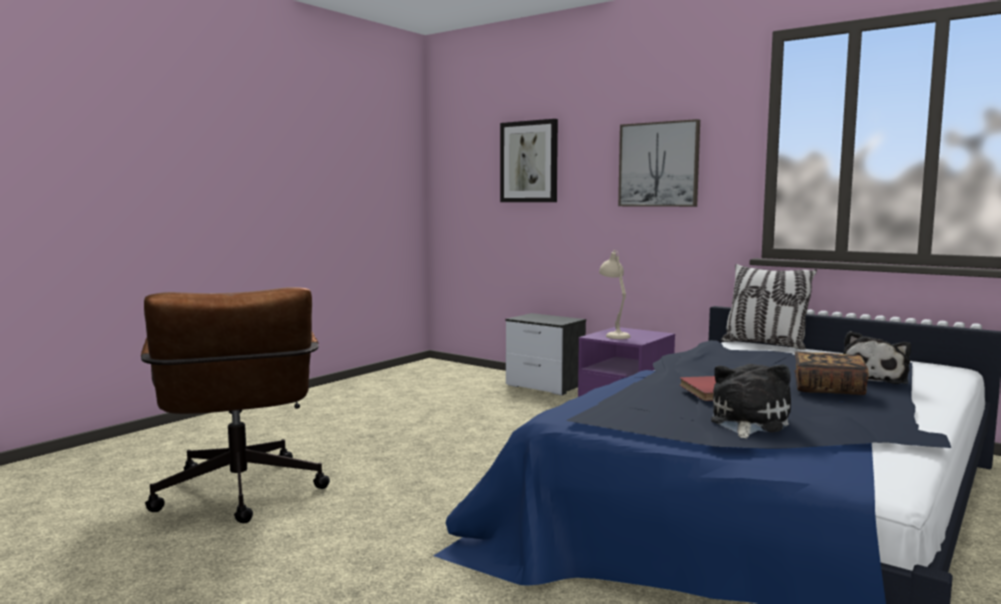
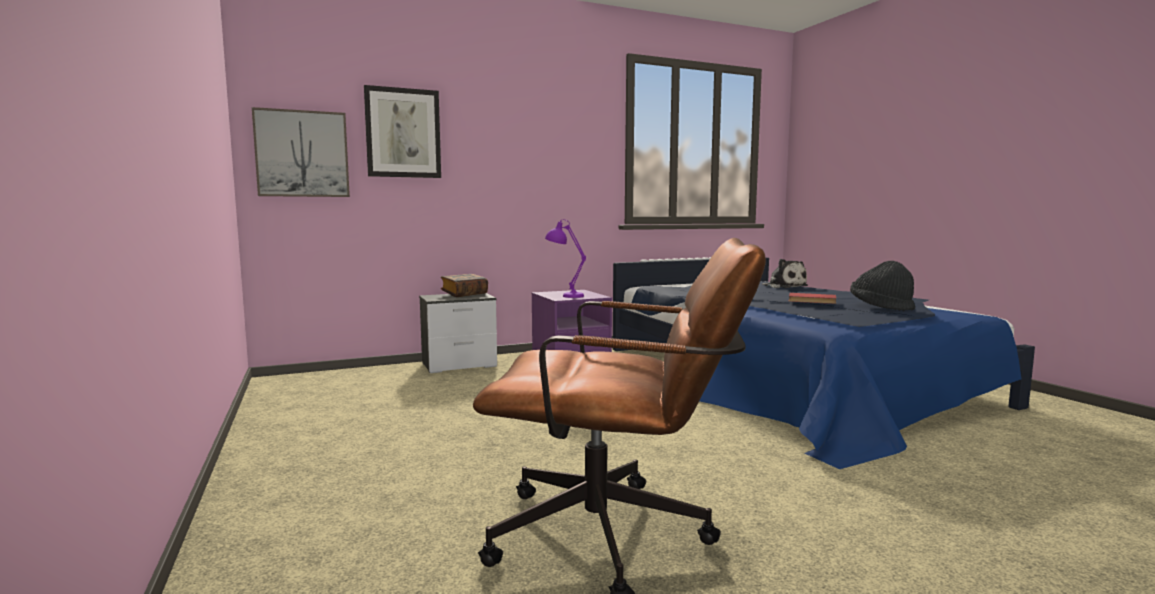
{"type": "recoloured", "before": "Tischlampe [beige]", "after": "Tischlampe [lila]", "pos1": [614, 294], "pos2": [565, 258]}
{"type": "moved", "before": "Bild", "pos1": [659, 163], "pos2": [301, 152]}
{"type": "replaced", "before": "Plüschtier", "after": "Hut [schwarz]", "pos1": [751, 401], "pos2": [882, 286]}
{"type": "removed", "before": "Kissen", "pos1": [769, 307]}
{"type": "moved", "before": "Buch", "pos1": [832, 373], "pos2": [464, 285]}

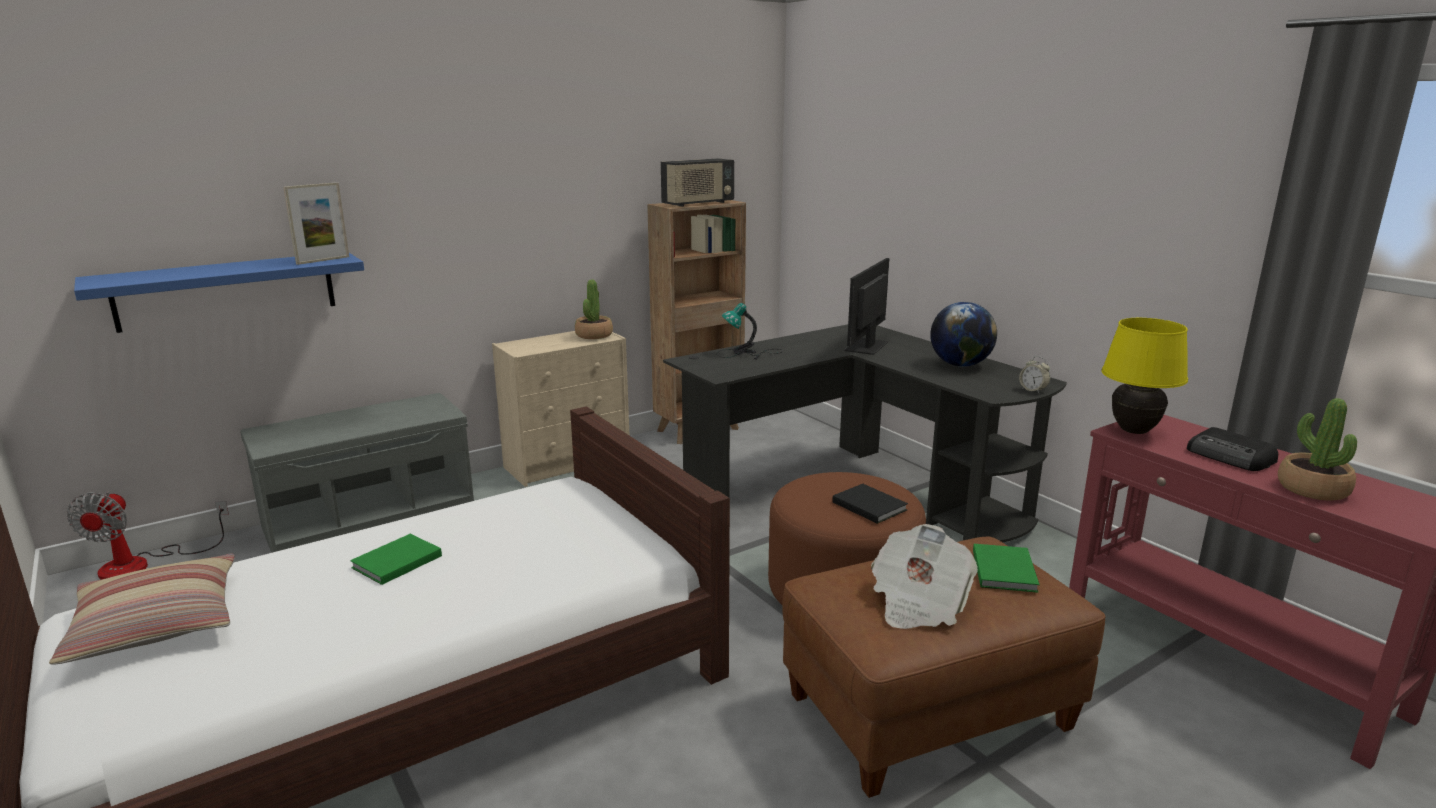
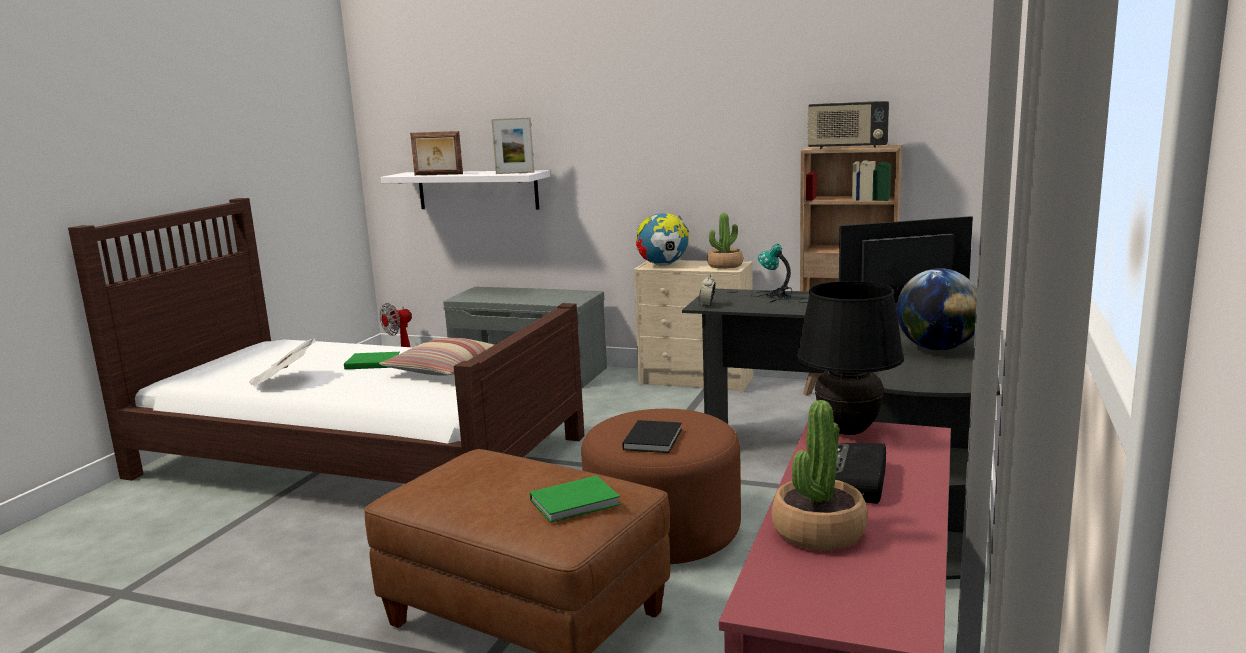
{"type": "moved", "before": "Kissen", "pos1": [142, 609], "pos2": [436, 357]}
{"type": "recoloured", "before": "Wandregal [blau]", "after": "Wandregal [weiß]", "pos1": [219, 293], "pos2": [465, 190]}
{"type": "moved", "before": "Zeitung", "pos1": [924, 576], "pos2": [282, 363]}
{"type": "moved", "before": "Wecker", "pos1": [1034, 374], "pos2": [706, 290]}
{"type": "recoloured", "before": "Tischlampe [gelb]", "after": "Tischlampe [schwarz]", "pos1": [1145, 376], "pos2": [850, 358]}
{"type": "added", "after": "Bilderrahmen", "pos2": [436, 153]}
{"type": "added", "after": "Globus", "pos2": [662, 239]}

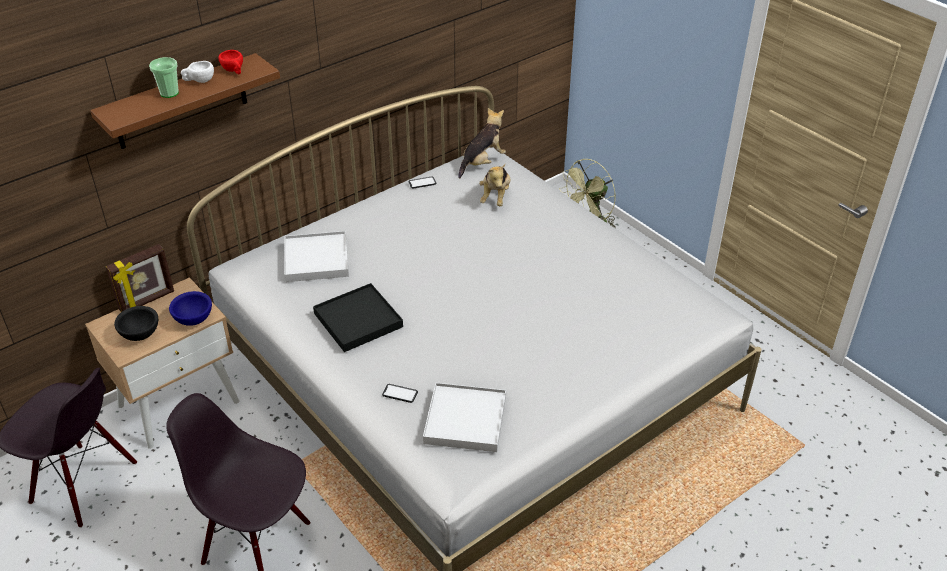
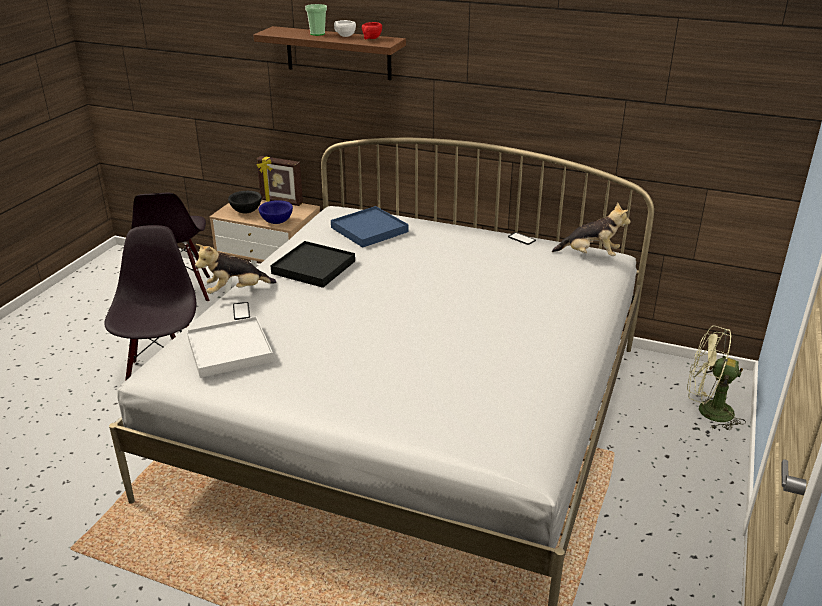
{"type": "recoloured", "before": "Tablett [weiß]", "after": "Tablett [blau]", "pos1": [317, 256], "pos2": [369, 227]}
{"type": "moved", "before": "Plüschtier", "pos1": [494, 185], "pos2": [236, 269]}

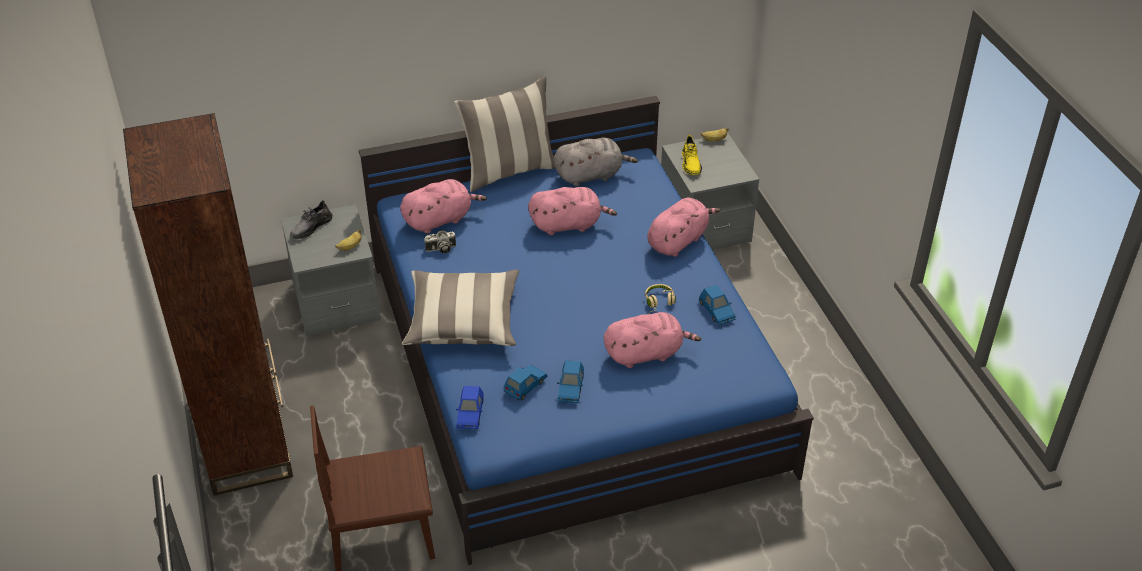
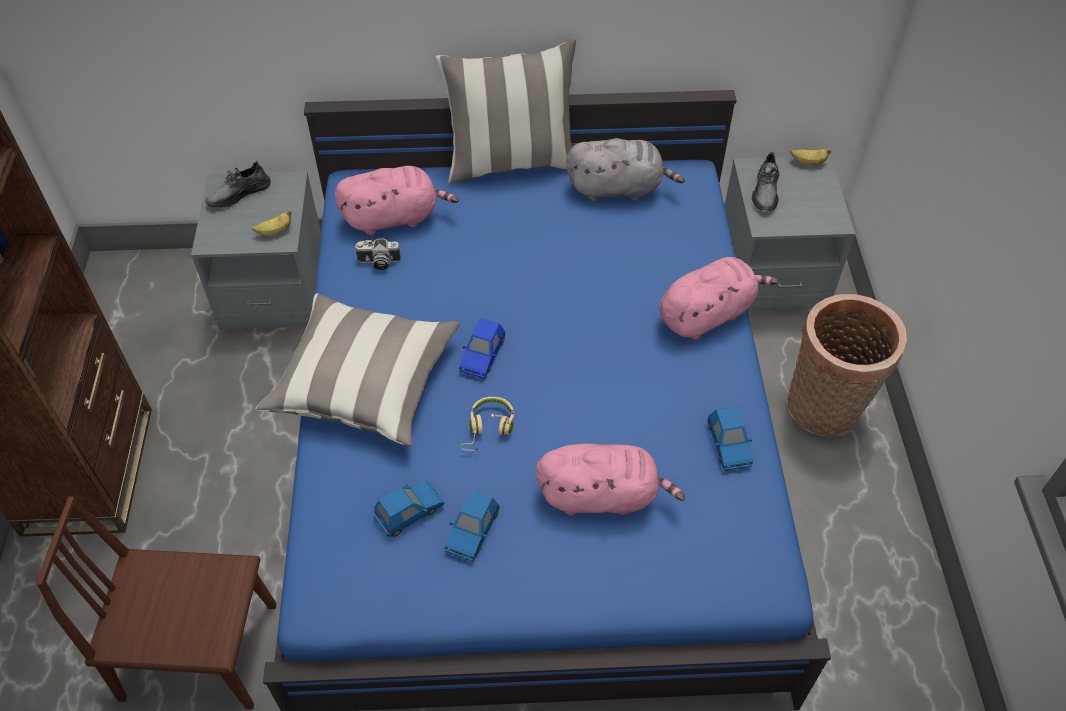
{"type": "moved", "before": "Spielzeugauto [blau]", "pos1": [470, 407], "pos2": [482, 348]}
{"type": "removed", "before": "Plüschtier [rosa]", "pos1": [572, 211]}
{"type": "moved", "before": "Kopfhörer [beige]", "pos1": [660, 298], "pos2": [487, 424]}
{"type": "recoloured", "before": "Schuh [gelb]", "after": "Schuh [grau]", "pos1": [692, 155], "pos2": [765, 182]}
{"type": "added", "after": "Korb", "pos2": [847, 365]}

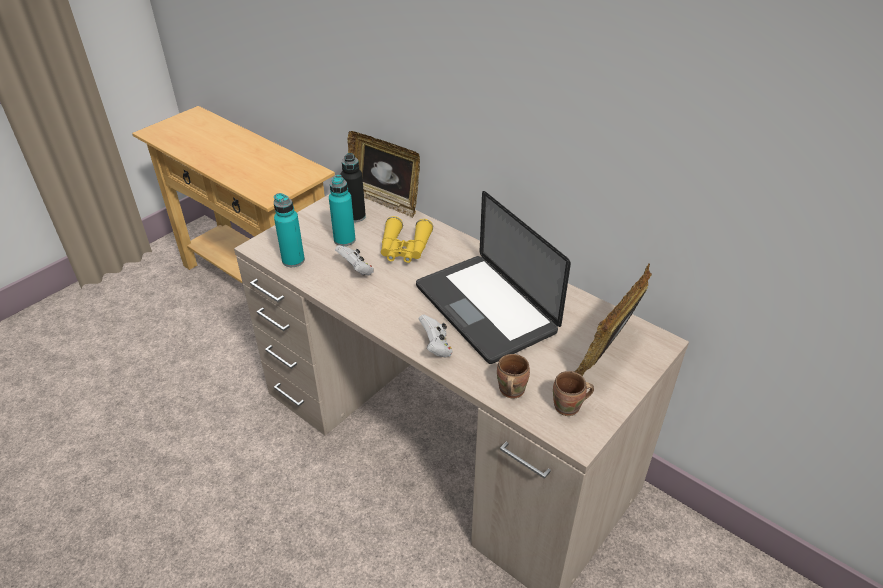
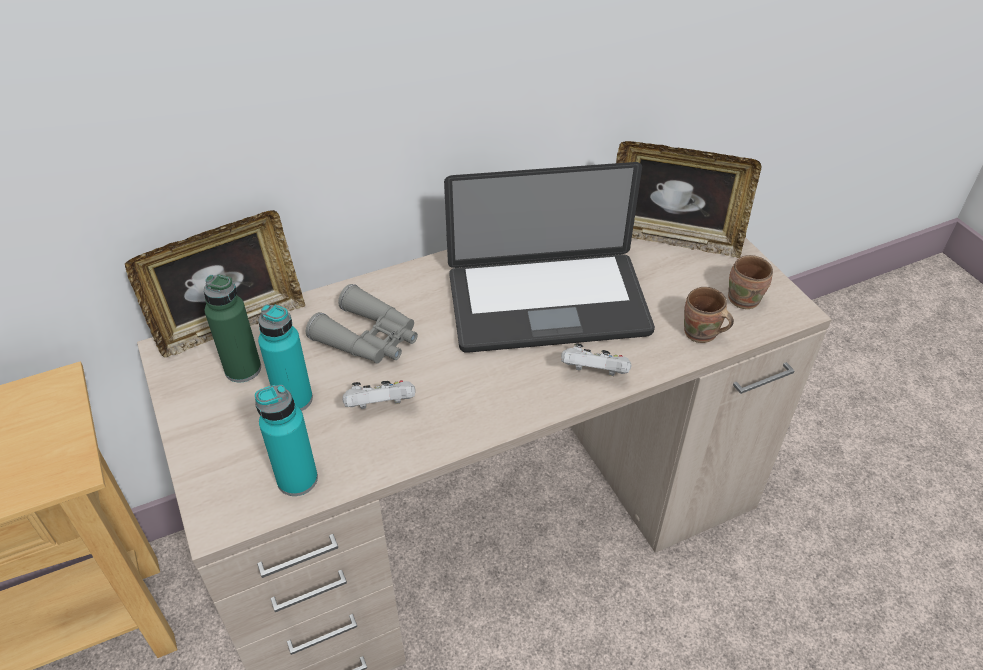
{"type": "recoloured", "before": "Flasche [schwarz]", "after": "Flasche [grün]", "pos1": [353, 188], "pos2": [232, 328]}
{"type": "recoloured", "before": "Fernglas [gelb]", "after": "Fernglas [grau]", "pos1": [407, 239], "pos2": [362, 323]}
{"type": "turned", "before": "Bilderrahmen", "pos1": [613, 319], "pos2": [688, 199], "turn": -45}

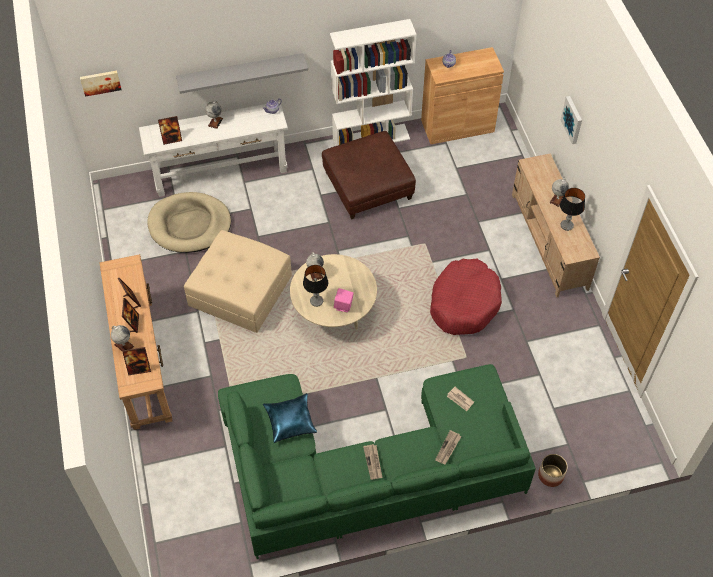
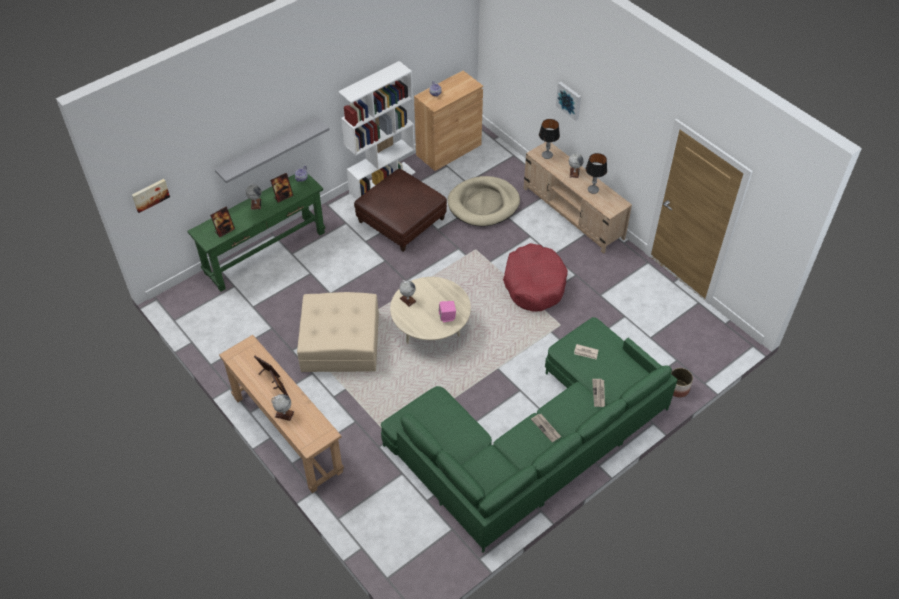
{"type": "moved", "before": "Bilderrahmen", "pos1": [136, 361], "pos2": [281, 188]}
{"type": "recoloured", "before": "Konsolentisch [weiß]", "after": "Konsolentisch [grün]", "pos1": [213, 149], "pos2": [256, 233]}
{"type": "moved", "before": "Hundebett [beige]", "pos1": [189, 222], "pos2": [484, 201]}
{"type": "removed", "before": "Kissen [blau]", "pos1": [290, 418]}
{"type": "moved", "before": "Tischlampe", "pos1": [315, 286], "pos2": [549, 139]}

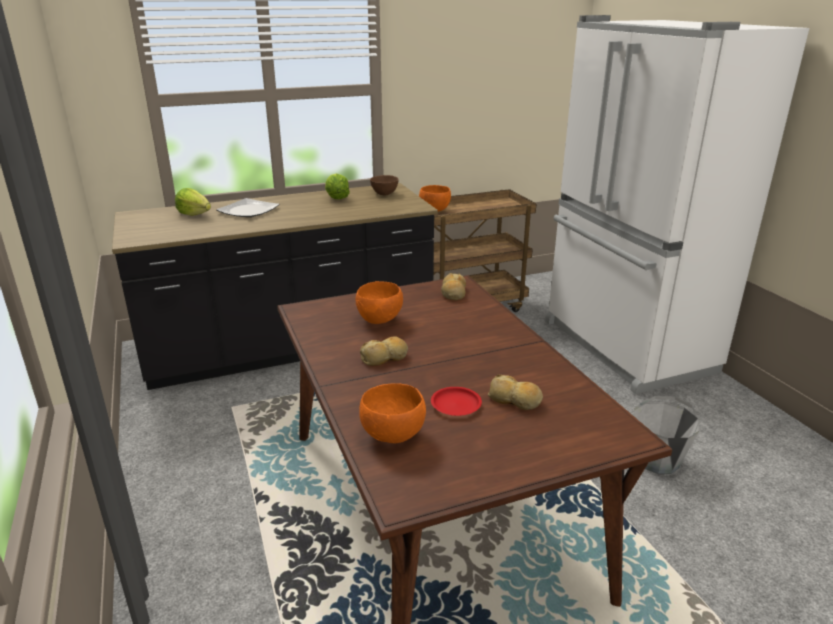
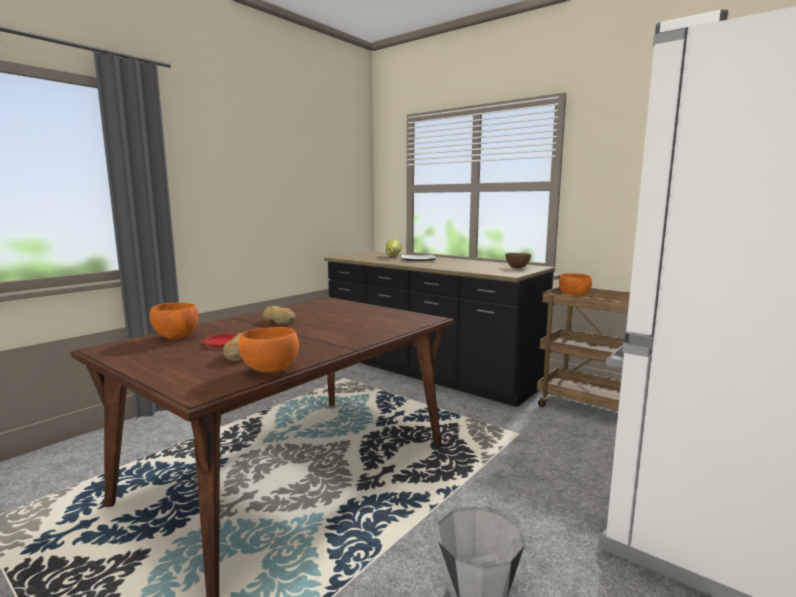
{"type": "removed", "before": "Salatkopf", "pos1": [337, 186]}
{"type": "moved", "before": "Schüssel [orange]", "pos1": [379, 302], "pos2": [269, 350]}
{"type": "removed", "before": "Brot", "pos1": [453, 286]}

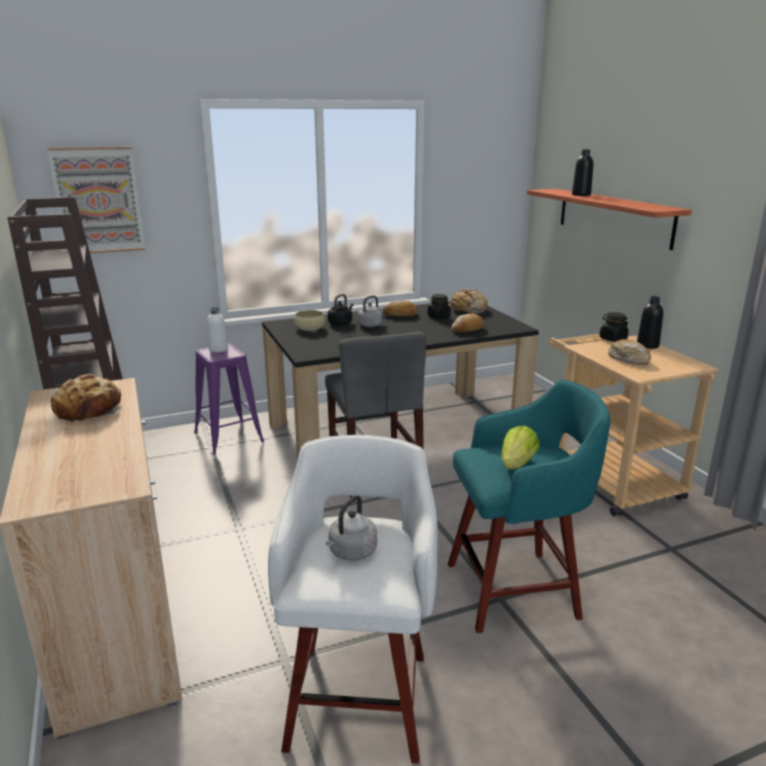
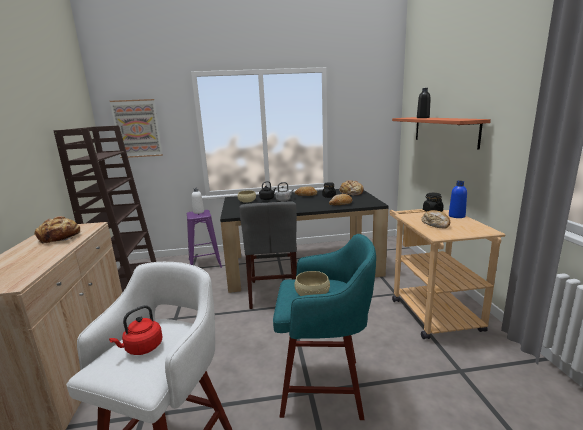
{"type": "recoloured", "before": "Wasserkessel [grau]", "after": "Wasserkessel [rot]", "pos1": [351, 528], "pos2": [135, 330]}
{"type": "replaced", "before": "Salatkopf", "after": "Schüssel [beige]", "pos1": [520, 447], "pos2": [312, 283]}
{"type": "recoloured", "before": "Flasche [schwarz]", "after": "Flasche [blau]", "pos1": [650, 322], "pos2": [458, 199]}

